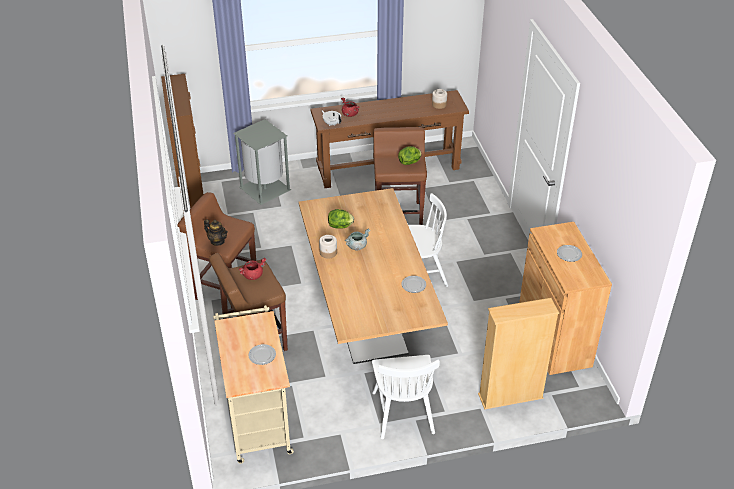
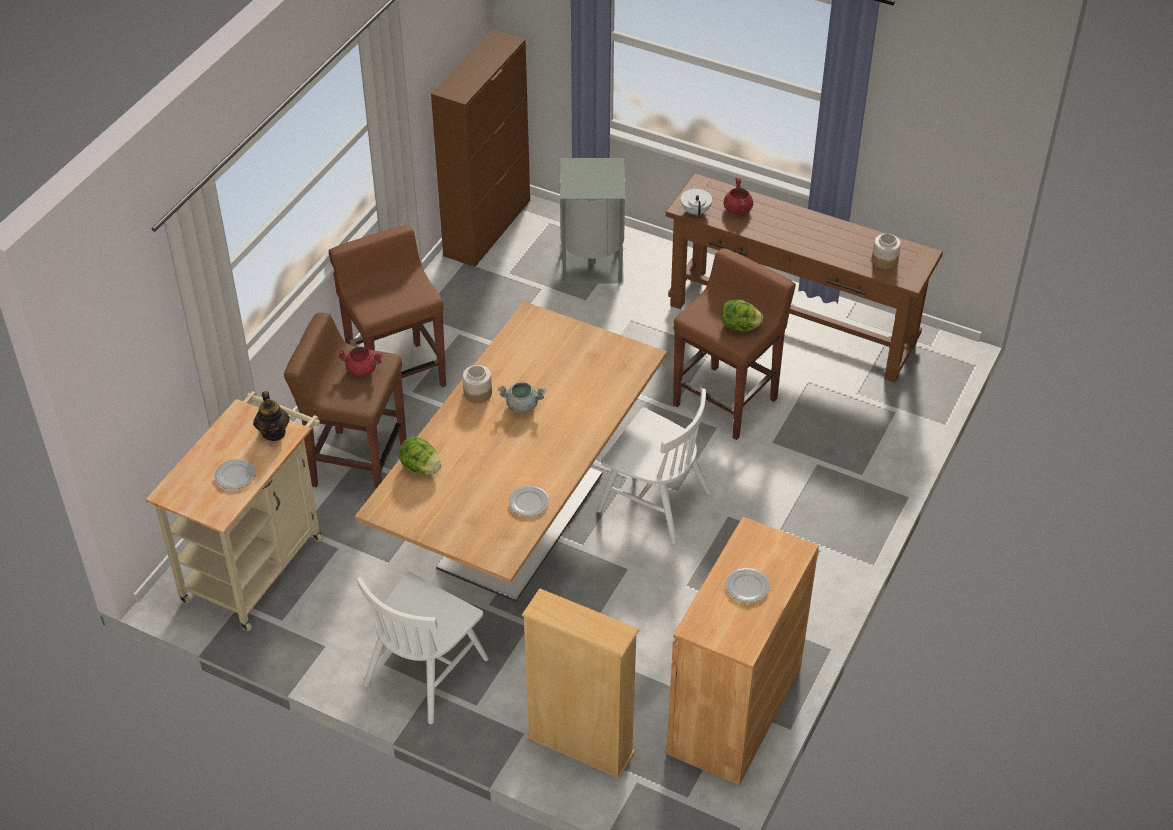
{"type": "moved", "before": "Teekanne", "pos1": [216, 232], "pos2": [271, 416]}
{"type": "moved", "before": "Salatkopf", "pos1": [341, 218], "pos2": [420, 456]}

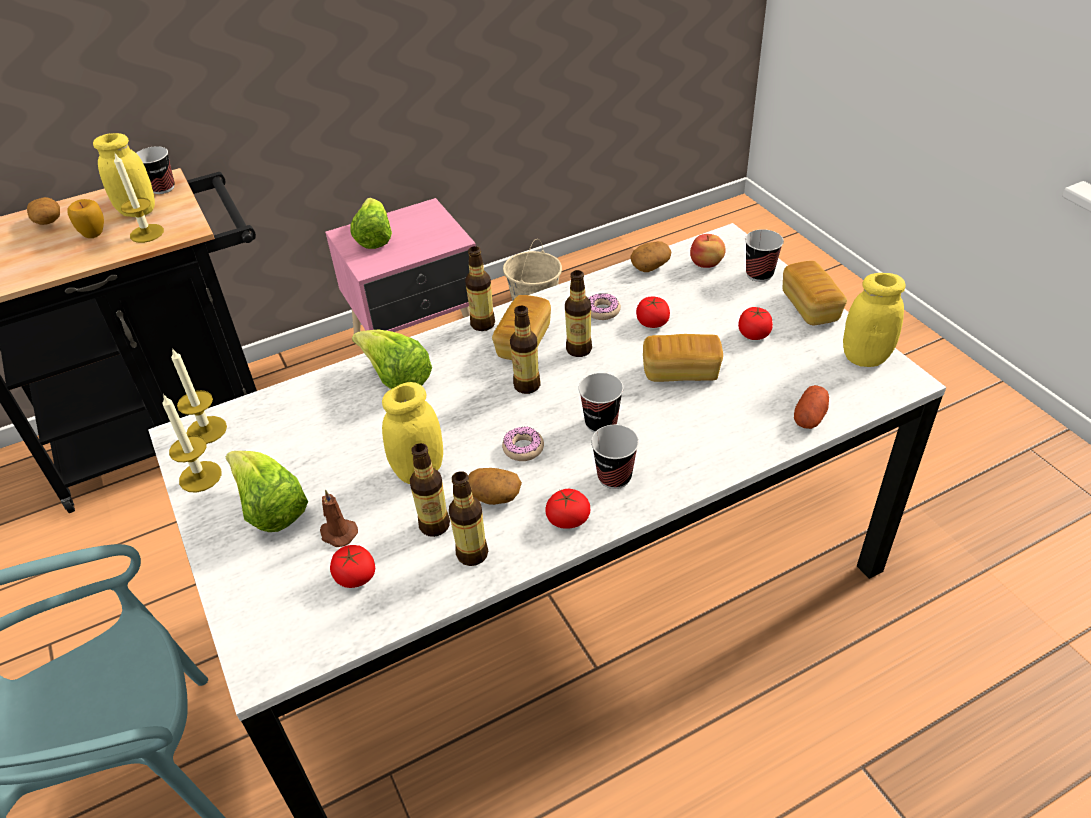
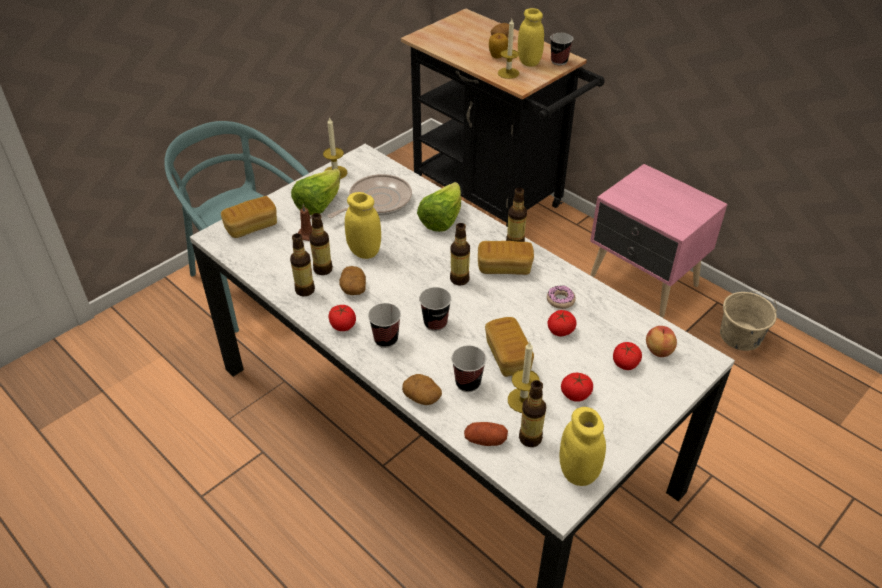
{"type": "moved", "before": "Kerze", "pos1": [199, 396], "pos2": [524, 377]}
{"type": "moved", "before": "Tomate", "pos1": [352, 566], "pos2": [627, 356]}
{"type": "removed", "before": "Salatkopf", "pos1": [371, 223]}
{"type": "removed", "before": "Donut", "pos1": [523, 443]}
{"type": "moved", "before": "Flasche", "pos1": [578, 313], "pos2": [532, 413]}
{"type": "moved", "before": "Kartoffel", "pos1": [650, 256], "pos2": [422, 389]}
{"type": "moved", "before": "Tasse", "pos1": [764, 255], "pos2": [469, 368]}
{"type": "moved", "before": "Brot", "pos1": [814, 293], "pos2": [249, 217]}
{"type": "added", "after": "Pfanne", "pos2": [370, 196]}

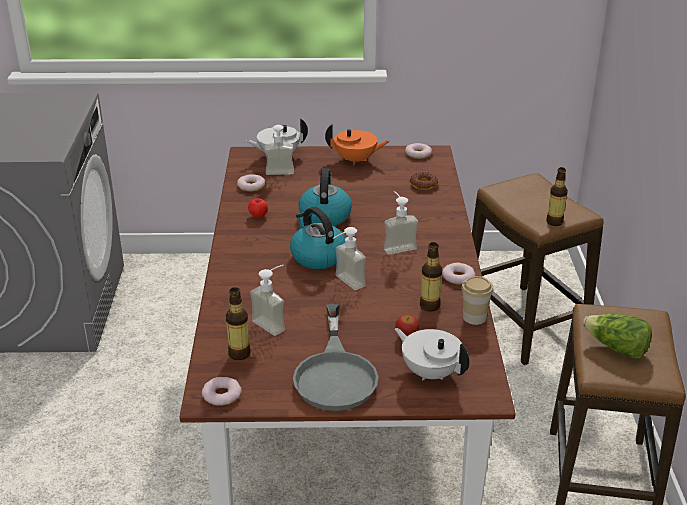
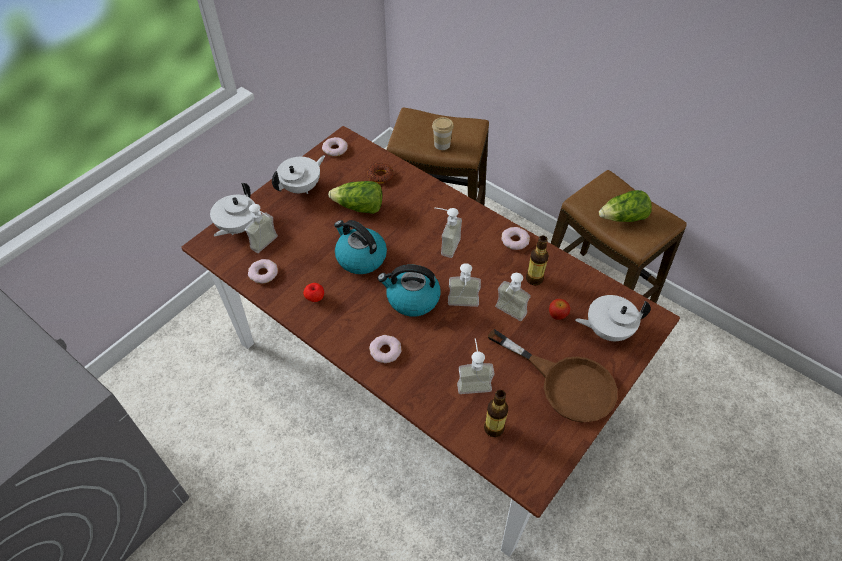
{"type": "moved", "before": "Donut", "pos1": [221, 391], "pos2": [385, 349]}
{"type": "recoloured", "before": "Pfanne [grau]", "after": "Pfanne [braun]", "pos1": [336, 357], "pos2": [553, 376]}
{"type": "recoloured", "before": "Teekanne [orange]", "after": "Teekanne [weiß]", "pos1": [357, 145], "pos2": [298, 174]}
{"type": "moved", "before": "Tasse", "pos1": [477, 300], "pos2": [443, 133]}
{"type": "removed", "before": "Flasche", "pos1": [557, 196]}
{"type": "added", "after": "Salatkopf", "pos2": [355, 197]}
{"type": "added", "after": "Seifenspender", "pos2": [513, 297]}

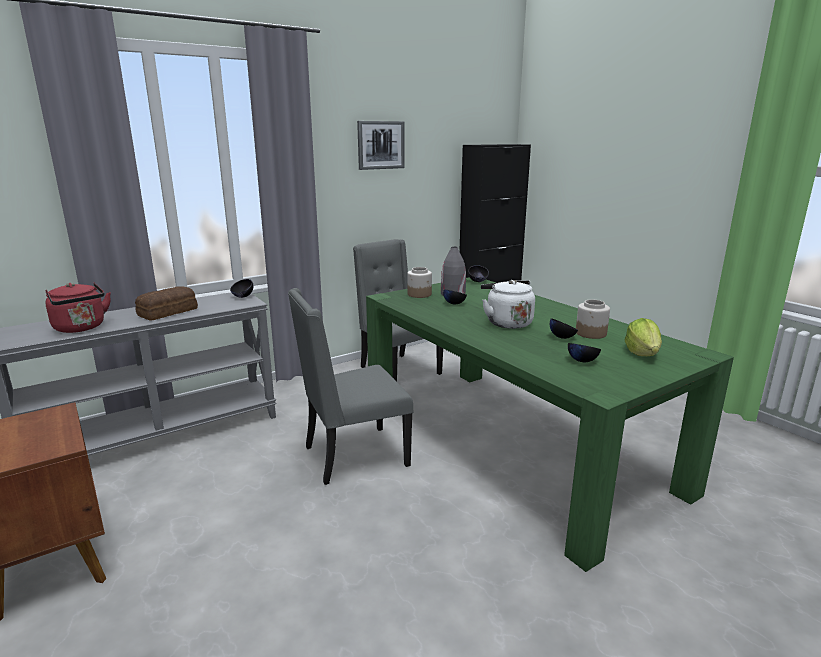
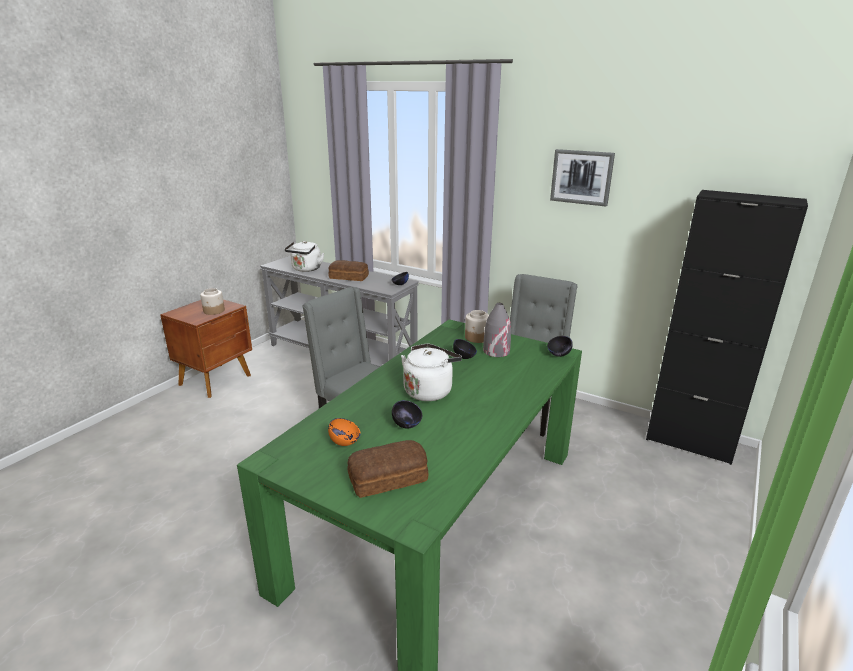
{"type": "recoloured", "before": "Wasserkessel [rot]", "after": "Wasserkessel [weiß]", "pos1": [78, 307], "pos2": [304, 256]}
{"type": "recoloured", "before": "Schüssel [schwarz]", "after": "Schüssel [orange]", "pos1": [584, 352], "pos2": [344, 432]}
{"type": "moved", "before": "Vorratsglas", "pos1": [593, 319], "pos2": [212, 301]}
{"type": "replaced", "before": "Salatkopf", "after": "Brot", "pos1": [643, 337], "pos2": [387, 469]}

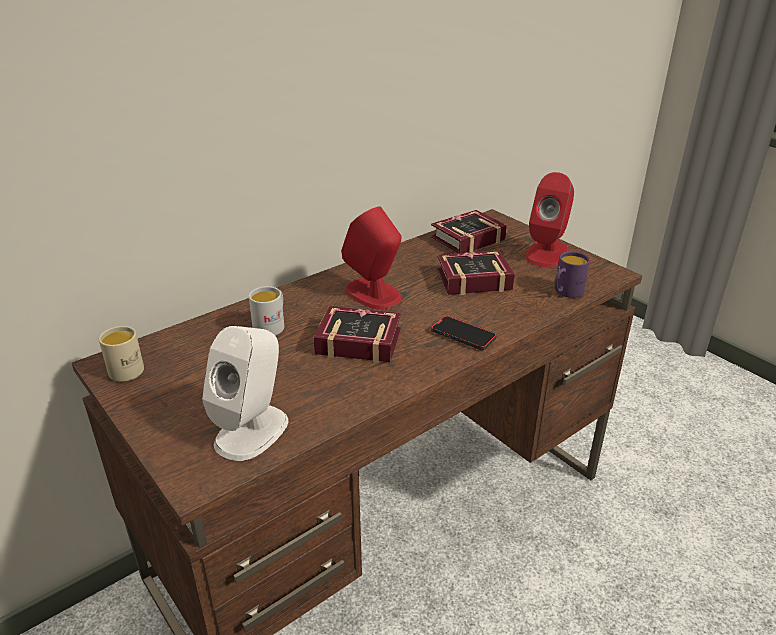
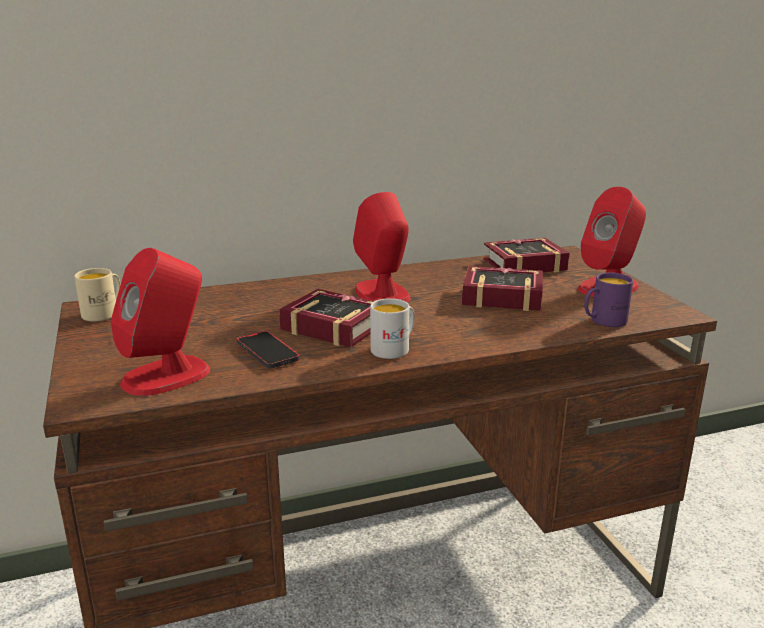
{"type": "recoloured", "before": "Lautsprecher [weiß]", "after": "Lautsprecher [rot]", "pos1": [245, 393], "pos2": [160, 322]}
{"type": "moved", "before": "Henkelbecher [weiß]", "pos1": [266, 311], "pos2": [392, 328]}
{"type": "moved", "before": "Handy", "pos1": [464, 333], "pos2": [268, 349]}

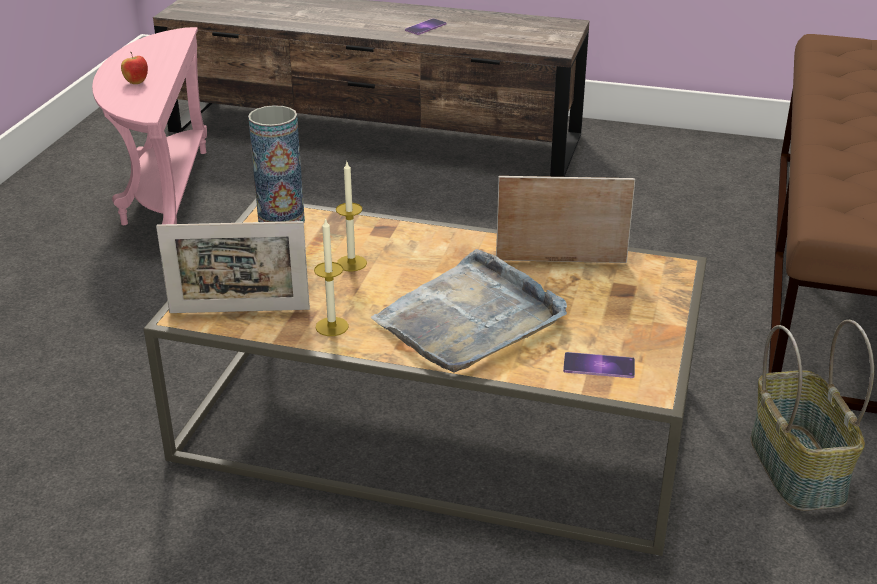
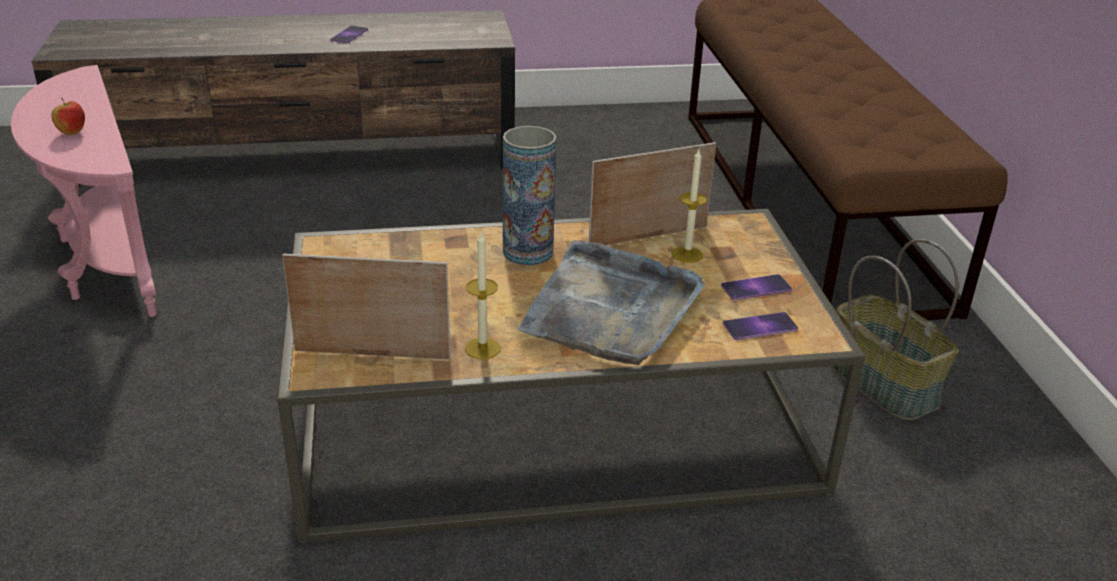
{"type": "turned", "before": "Bilderrahmen", "pos1": [233, 267], "pos2": [366, 306], "turn": -150}
{"type": "moved", "before": "Vase", "pos1": [276, 163], "pos2": [529, 196]}
{"type": "moved", "before": "Kerze", "pos1": [351, 217], "pos2": [689, 206]}
{"type": "added", "after": "Handy", "pos2": [756, 287]}

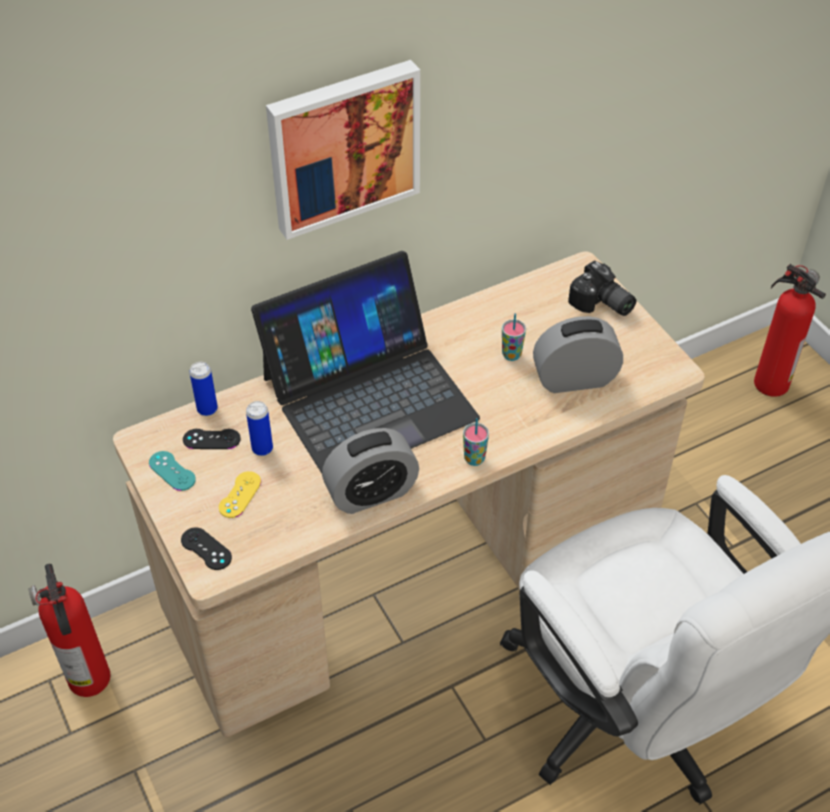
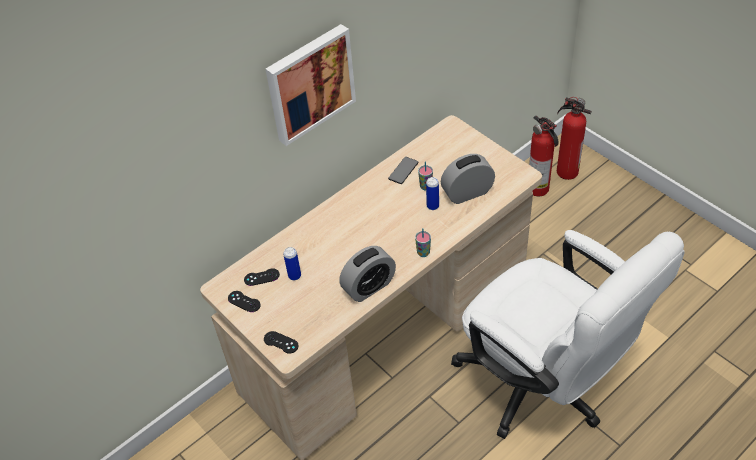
{"type": "moved", "before": "Feuerlöscher", "pos1": [69, 630], "pos2": [544, 155]}
{"type": "recoloured", "before": "Gamepad [türkis]", "after": "Gamepad [schwarz]", "pos1": [172, 471], "pos2": [244, 301]}
{"type": "moved", "before": "Dose", "pos1": [203, 389], "pos2": [432, 193]}
{"type": "removed", "before": "Gamepad [gelb]", "pos1": [240, 494]}
{"type": "removed", "before": "Laptop", "pos1": [365, 362]}
{"type": "removed", "before": "Kamera", "pos1": [602, 288]}
{"type": "added", "after": "Handy", "pos2": [403, 170]}

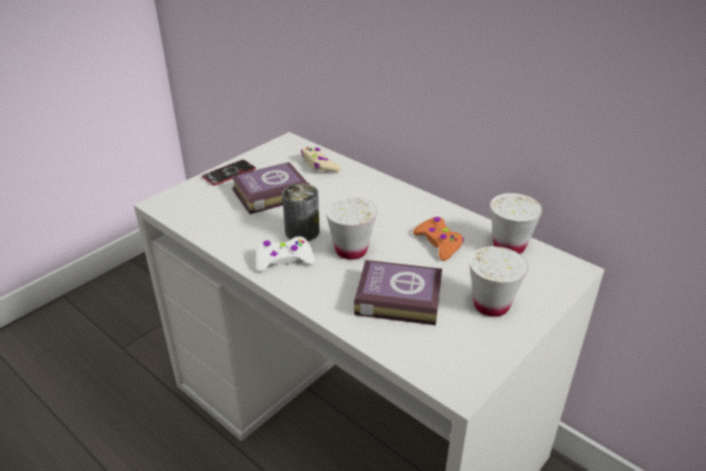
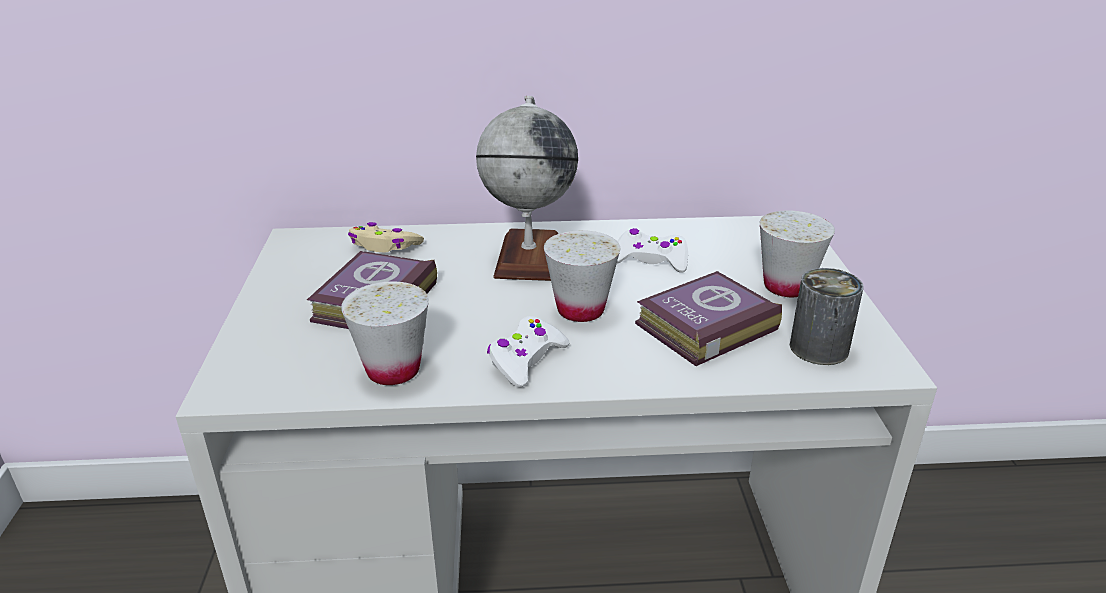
{"type": "removed", "before": "Handy", "pos1": [229, 172]}
{"type": "moved", "before": "Dose", "pos1": [301, 212], "pos2": [827, 316]}
{"type": "recoloured", "before": "Gamepad [orange]", "after": "Gamepad [weiß]", "pos1": [438, 239], "pos2": [652, 250]}
{"type": "moved", "before": "Tasse [weiß]", "pos1": [516, 223], "pos2": [385, 333]}
{"type": "added", "after": "Globus", "pos2": [527, 188]}

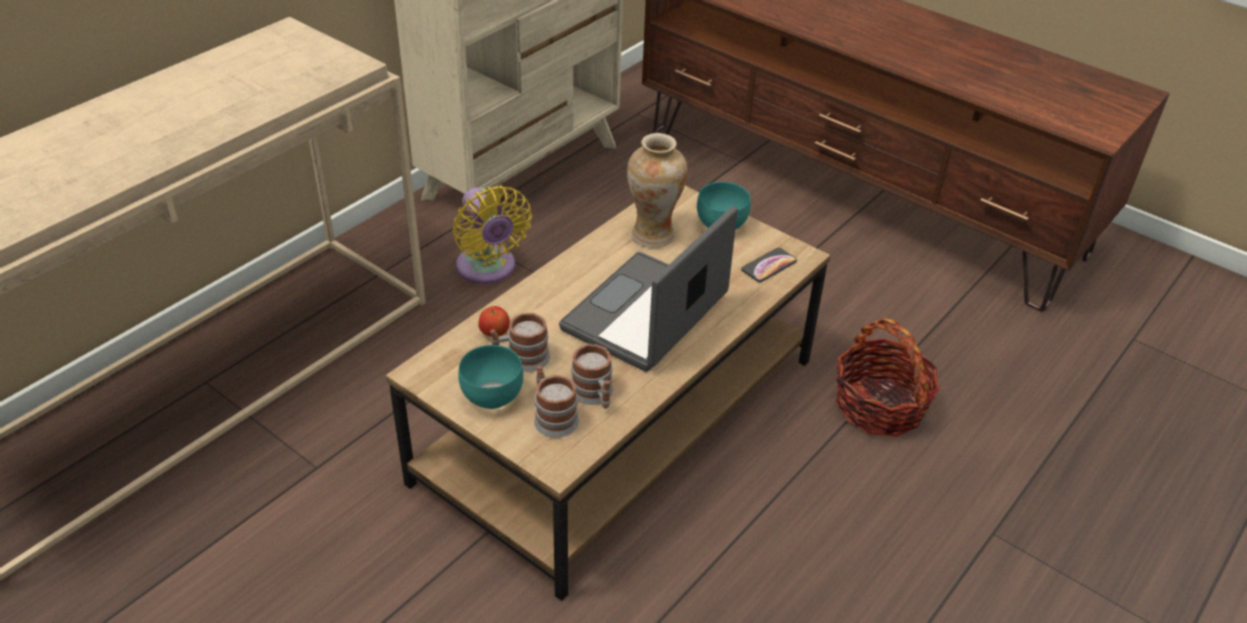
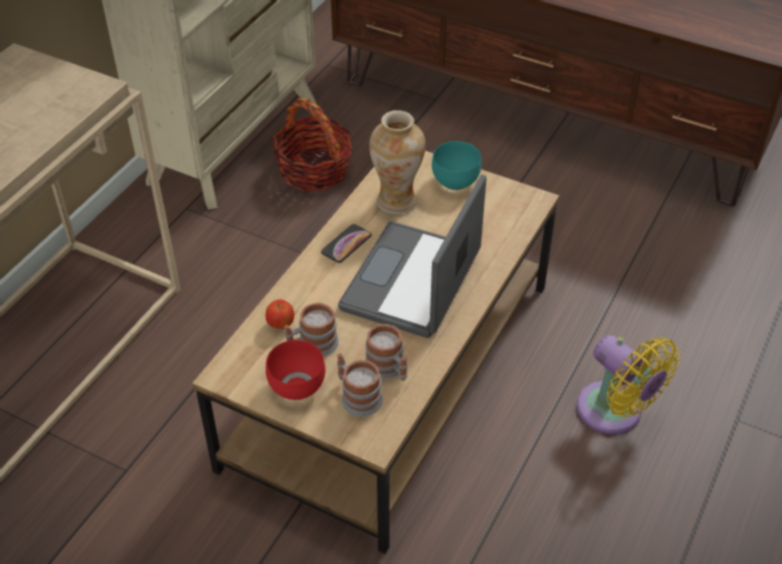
{"type": "moved", "before": "Ventilator [gelb]", "pos1": [492, 235], "pos2": [628, 385]}
{"type": "recoloured", "before": "Schüssel [türkis]", "after": "Schüssel [rot]", "pos1": [490, 377], "pos2": [295, 370]}
{"type": "moved", "before": "Handy", "pos1": [769, 265], "pos2": [346, 243]}
{"type": "moved", "before": "Korb", "pos1": [888, 377], "pos2": [312, 144]}

